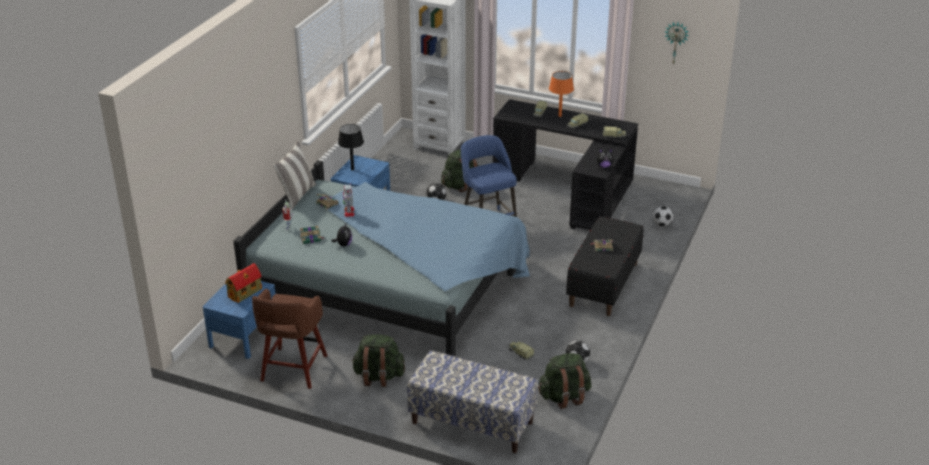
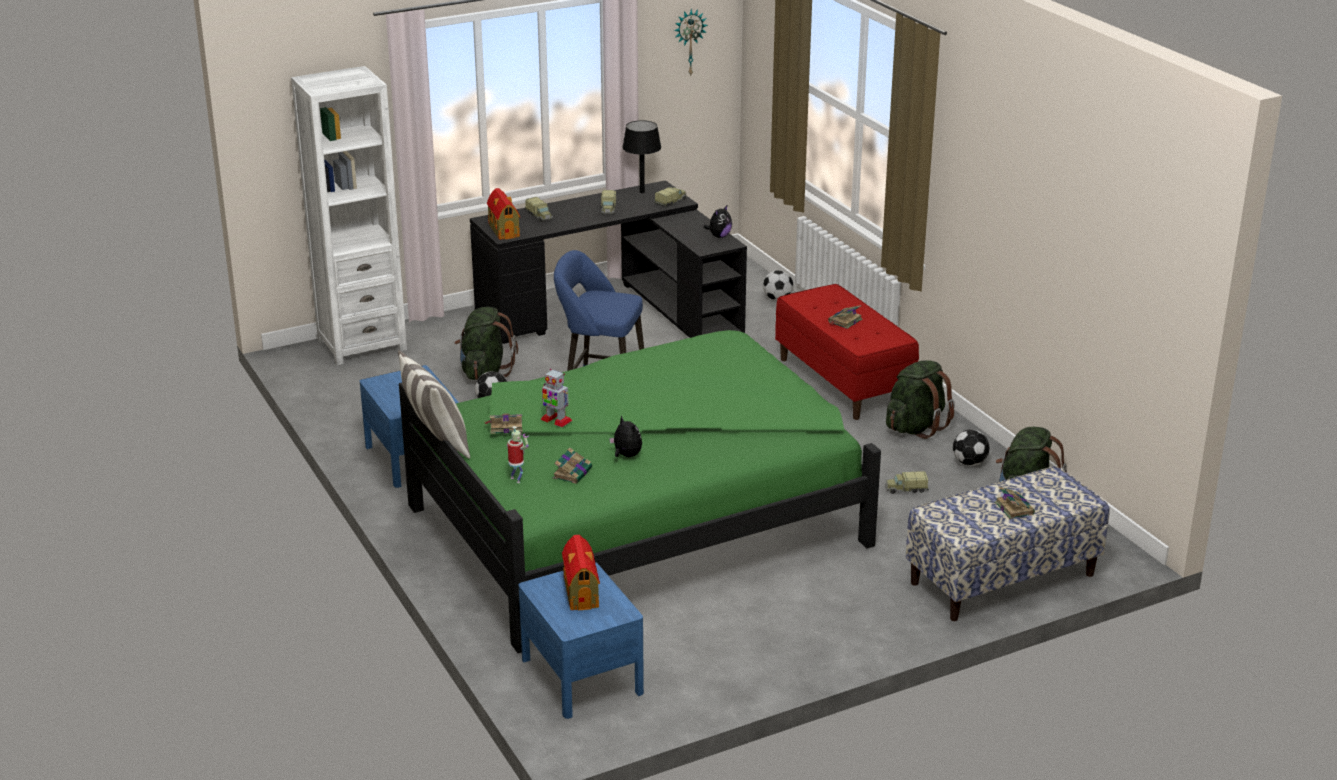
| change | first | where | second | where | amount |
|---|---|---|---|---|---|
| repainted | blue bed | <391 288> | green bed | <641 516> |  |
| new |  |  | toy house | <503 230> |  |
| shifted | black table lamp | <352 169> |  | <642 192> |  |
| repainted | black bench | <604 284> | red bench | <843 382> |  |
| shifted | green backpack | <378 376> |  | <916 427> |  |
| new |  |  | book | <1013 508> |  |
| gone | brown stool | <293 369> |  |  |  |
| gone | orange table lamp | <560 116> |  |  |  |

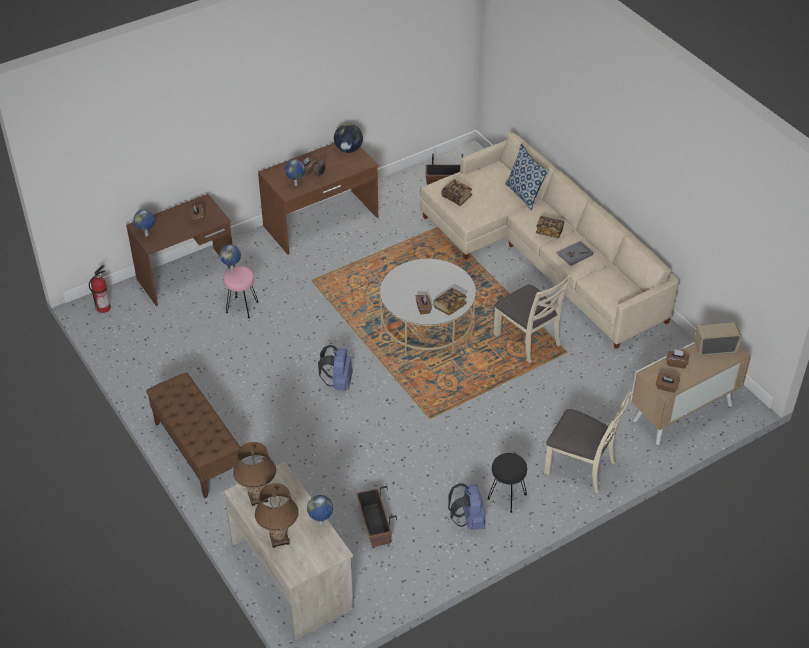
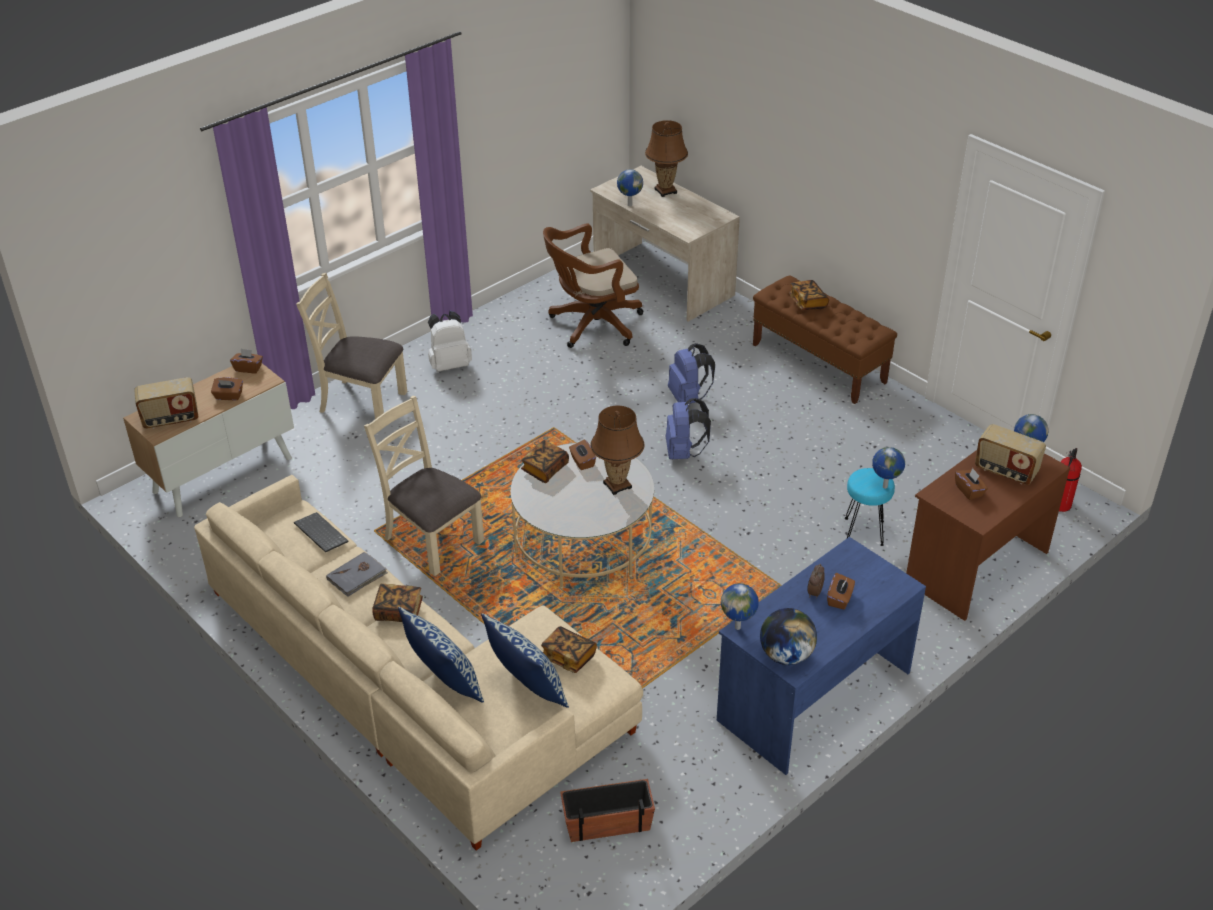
| change | first | where | second | where | amount |
|---|---|---|---|---|---|
| new |  |  | keyboard | <319 533> |  |
| swapped | black stool | <506 497> | white backpack | <450 364> |  |
| new |  |  | pillow | <527 689> |  |
| swapped | planter | <374 525> | brown office chair | <591 325> |  |
| shifted | brown table lamp | <258 497> |  | <617 485> |  |
| shifted | blue backpack | <468 520> |  | <688 398> |  |
| repainted | brown desk | <321 222> | blue desk | <813 695> |  |
| shifted | globe | <295 185> |  | <738 627> |  |
| new |  |  | book | <807 302> |  |
| repainted | pink stool | <242 307> | turquoise stool | <864 531> |  |
| new |  |  | radio | <1005 471> |  |

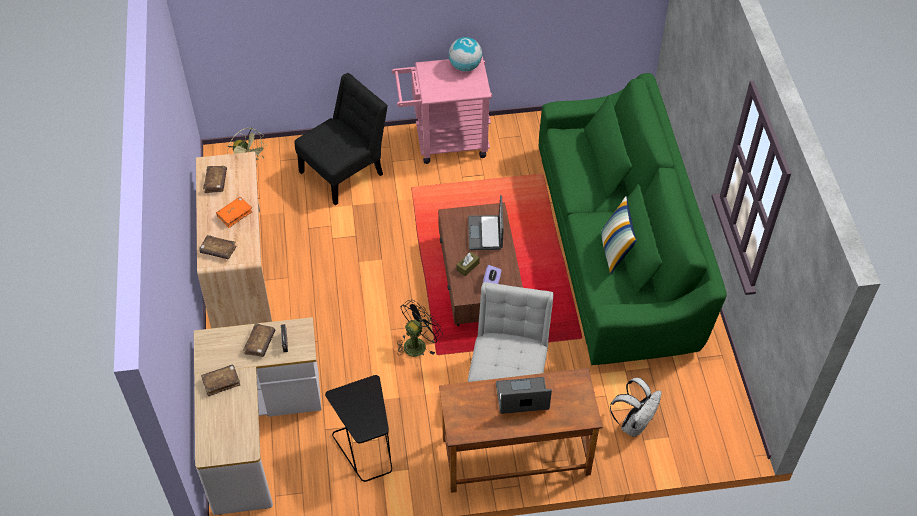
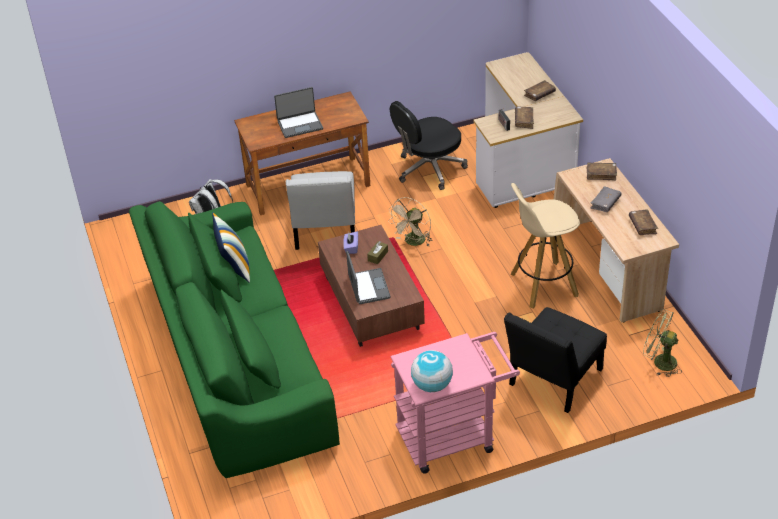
| change | first | where | second | where | amount |
|---|---|---|---|---|---|
| repainted | black fan | <417 343> | beige fan | <413 242> |  |
| swapped | black side table | <366 449> | black office chair | <429 169> |  |
| new |  |  | beige stool | <542 285> |  |
| repainted | orange book | <234 214> | grey book | <605 203> |  |

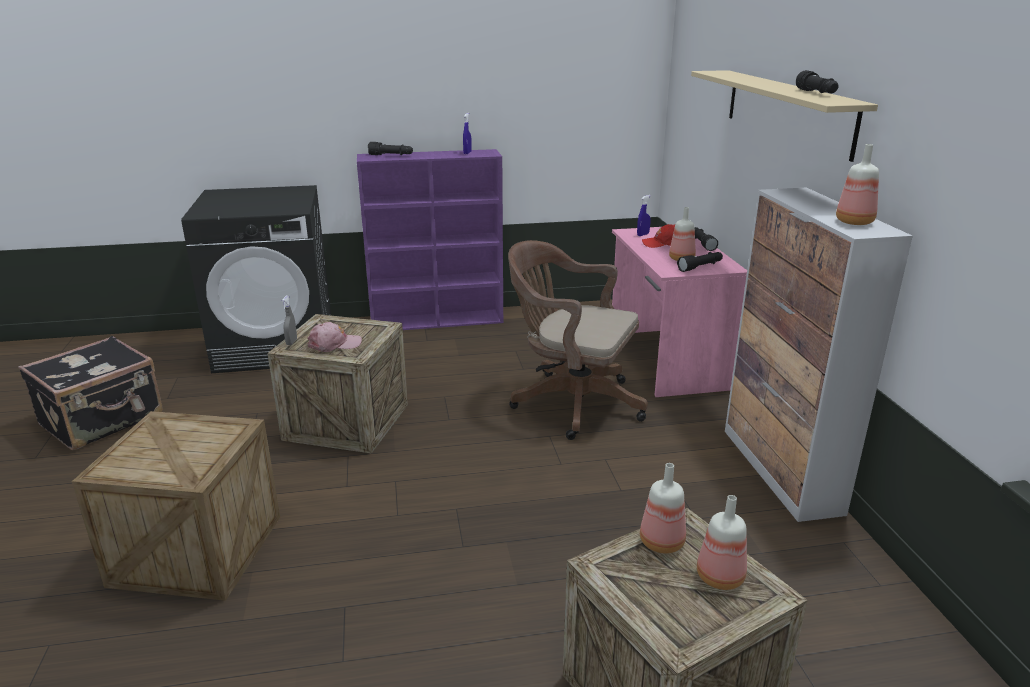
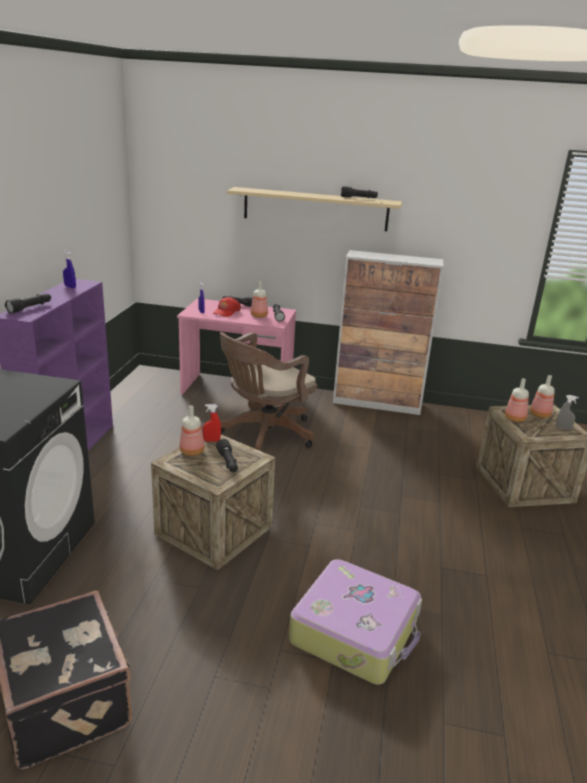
| change | first | where | second | where | amount |
|---|---|---|---|---|---|
| shifted | bottle | <855 222> |  | <192 451> |  |
| new |  |  | red spray bottle | <211 440> |  |
| swapped | pink cap | <334 344> | black flashlight | <228 463> |  |
| swapped | crate | <197 550> | suitcase | <356 631> |  |
| shifted | grey spray bottle | <291 342> |  | <563 428> |  |

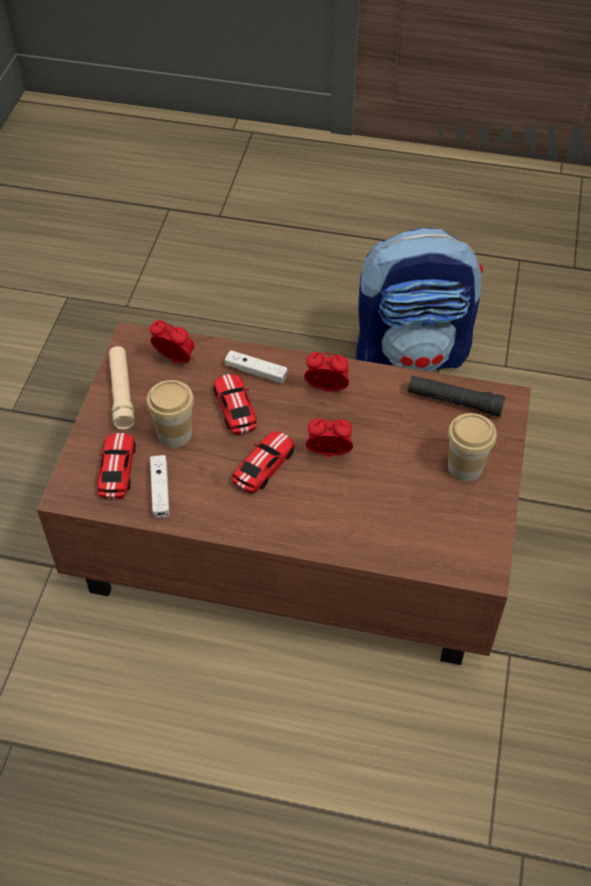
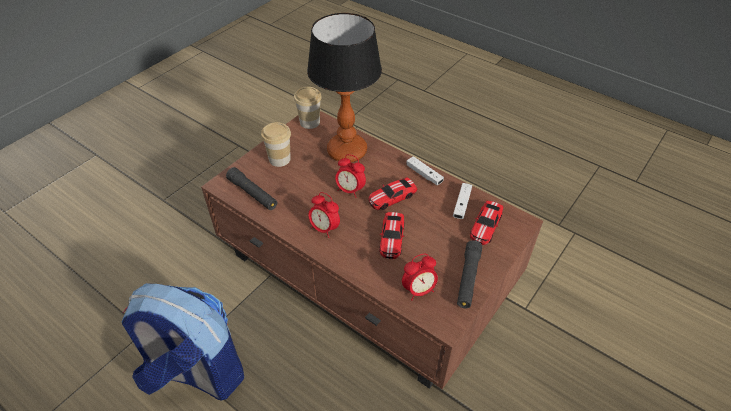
| change | first | where | second | where | amount |
|---|---|---|---|---|---|
| shifted | cup | <174 434> |  | <309 122> |  |
| new |  |  | table lamp | <346 151> |  |
| rotated | alarm clock | <175 361> |  | <419 290> | 75 degrees counterclockwise |
| shifted | white game controller | <256 372> |  | <424 175> |  |
| repainted | beige flashlight | <121 393> | black flashlight | <468 278> |  |

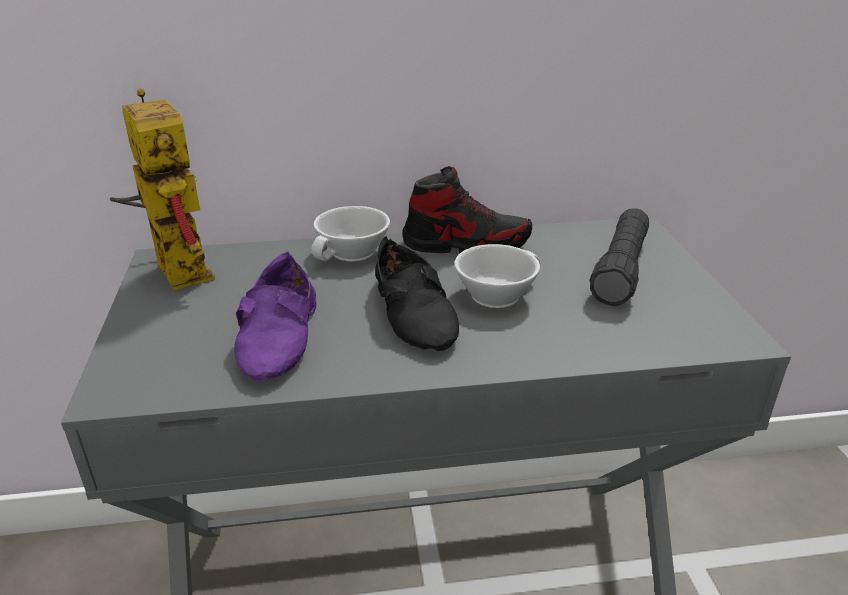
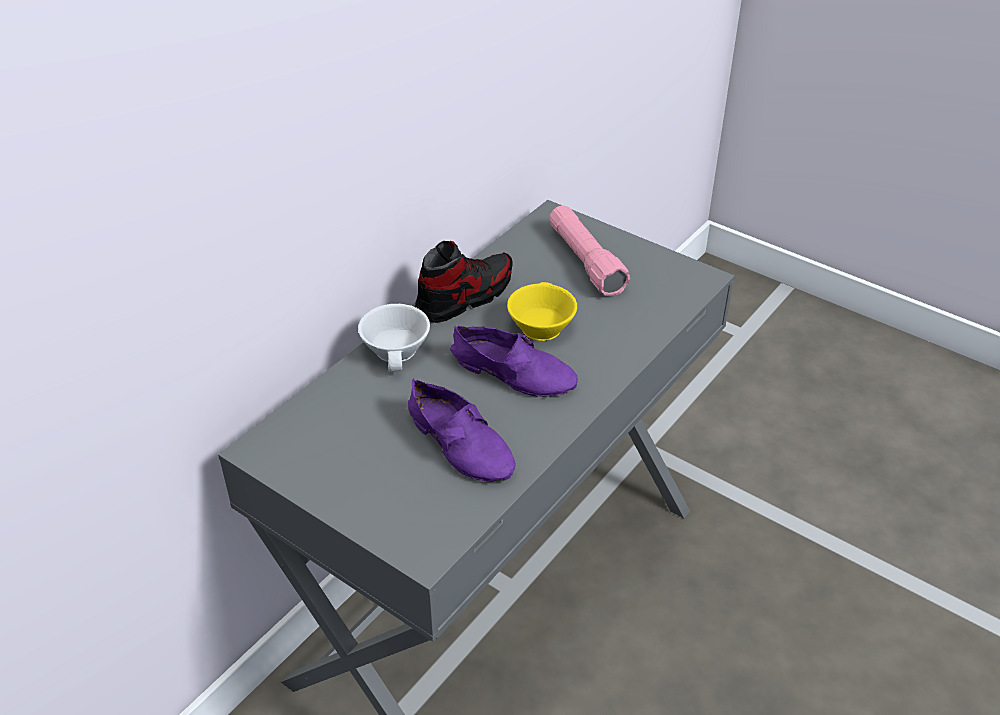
| change | first | where | second | where | amount |
|---|---|---|---|---|---|
| repainted | black shoe | <416 312> | purple shoe | <514 371> |  |
| repainted | white cup | <495 292> | yellow cup | <539 326> |  |
| repainted | black flashlight | <620 270> | pink flashlight | <585 261> |  |
| gone | toy robot | <174 267> |  |  |  |

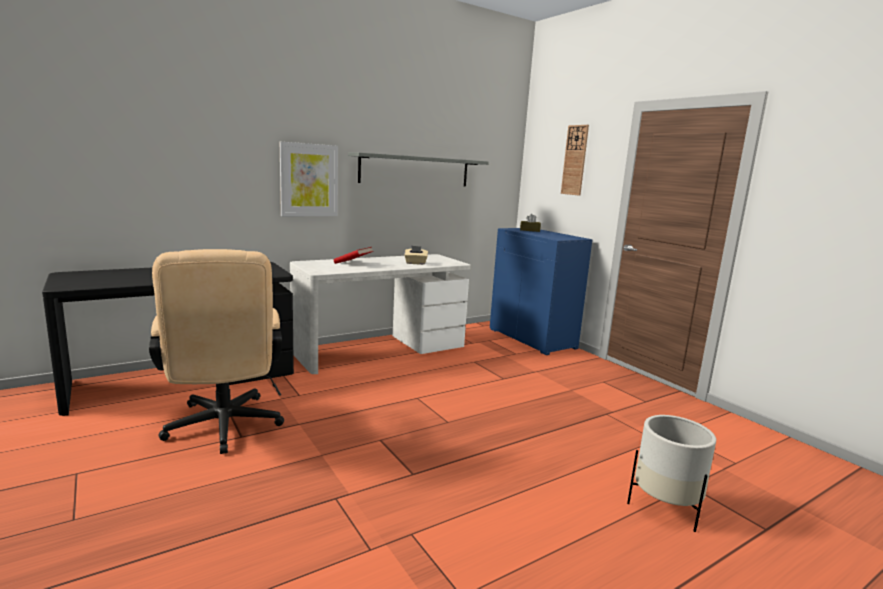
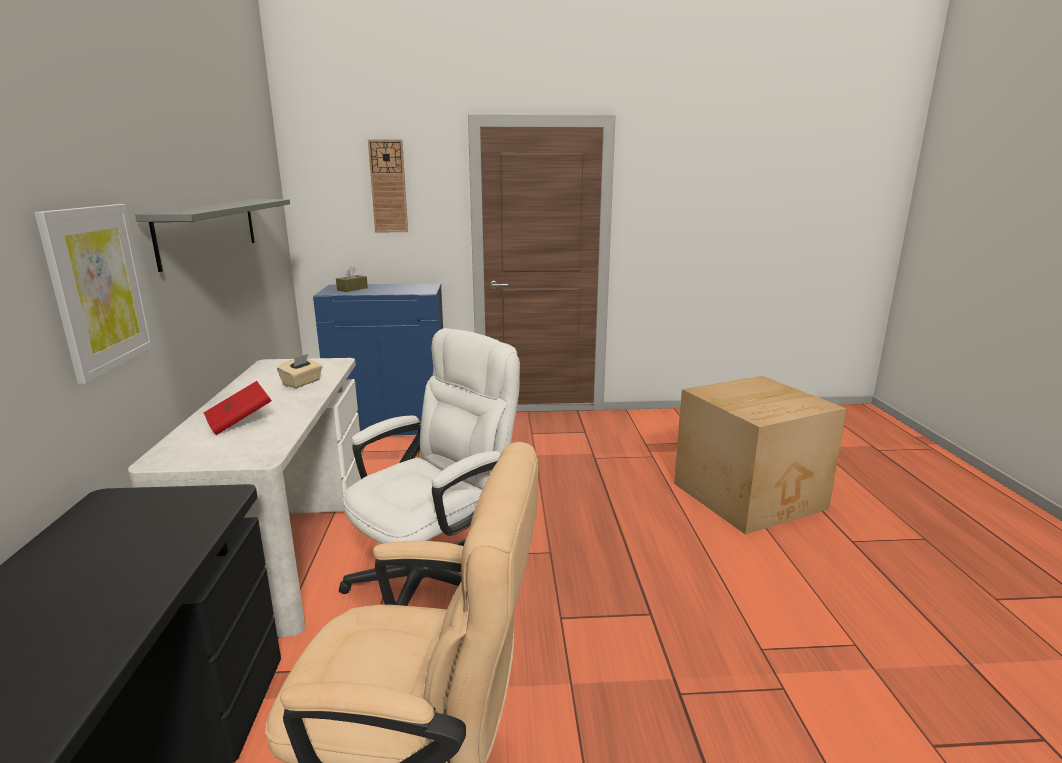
| change | first | where | second | where | amount |
|---|---|---|---|---|---|
| new |  |  | white office chair | <435 574> |  |
| swapped | white planter | <665 508> | cardboard box | <750 496> |  |

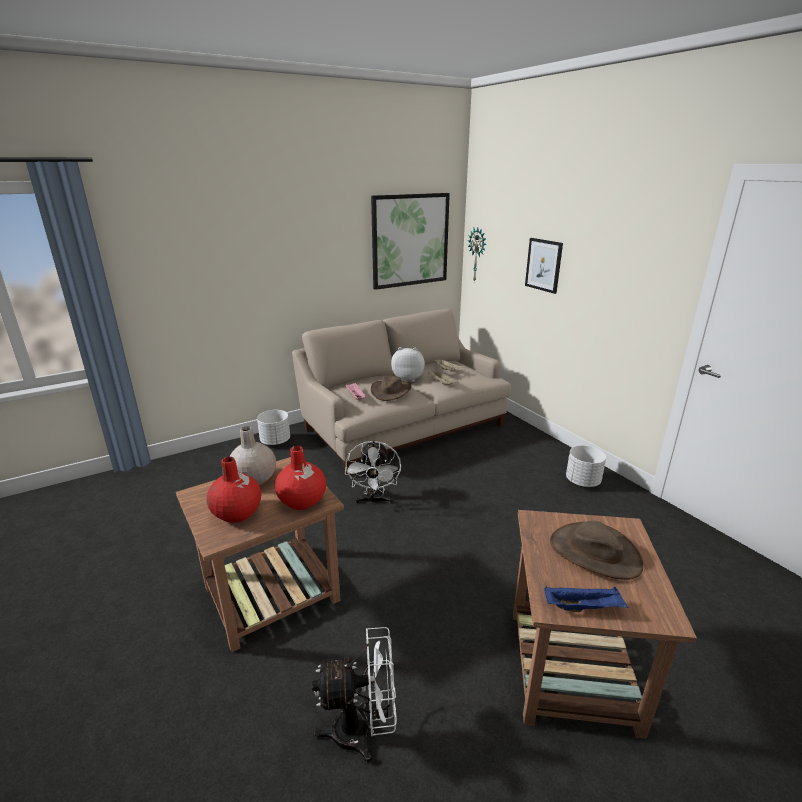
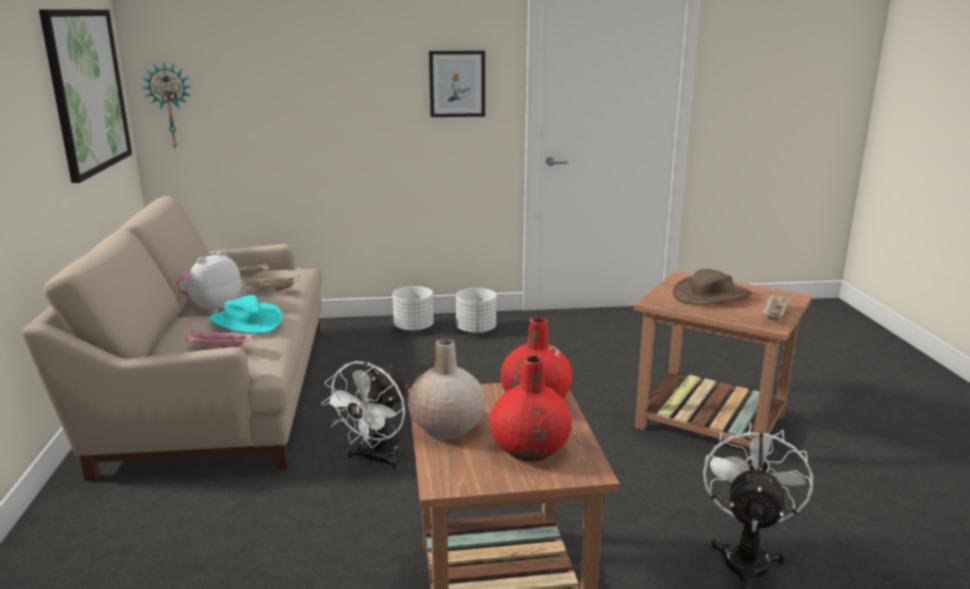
| change | first | where | second | where | amount |
|---|---|---|---|---|---|
| repainted | brown hat | <390 391> | turquoise hat | <246 321> |  |
| rotated | white fan | <374 500> |  | <375 460> | 90 degrees clockwise |
| shifted | white planter | <275 441> |  | <414 328> |  |
| shifted | picture | <543 265> |  | <457 84> |  |
| repainted | blue tray | <583 607> | beige tray | <774 315> |  |

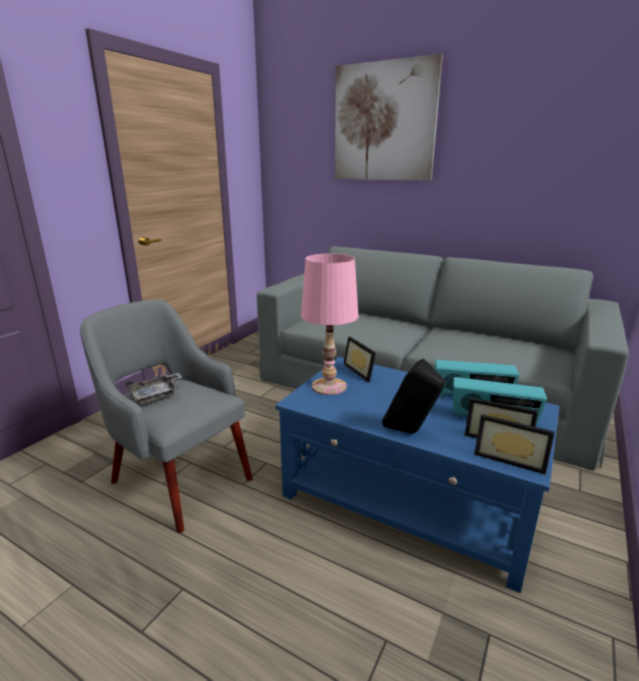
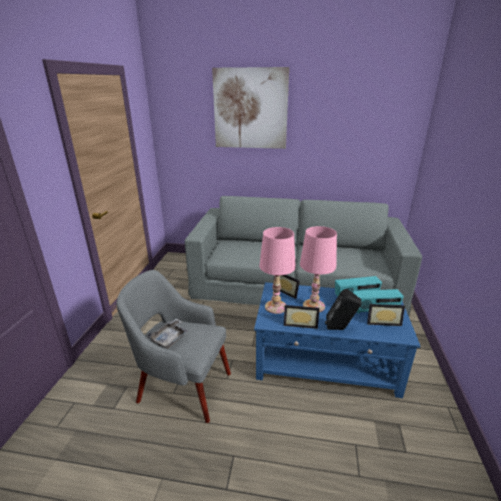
| change | first | where | second | where | amount |
|---|---|---|---|---|---|
| shifted | picture frame | <510 458> |  | <300 323> |  |
| new |  |  | pink table lamp | <314 306> |  |

